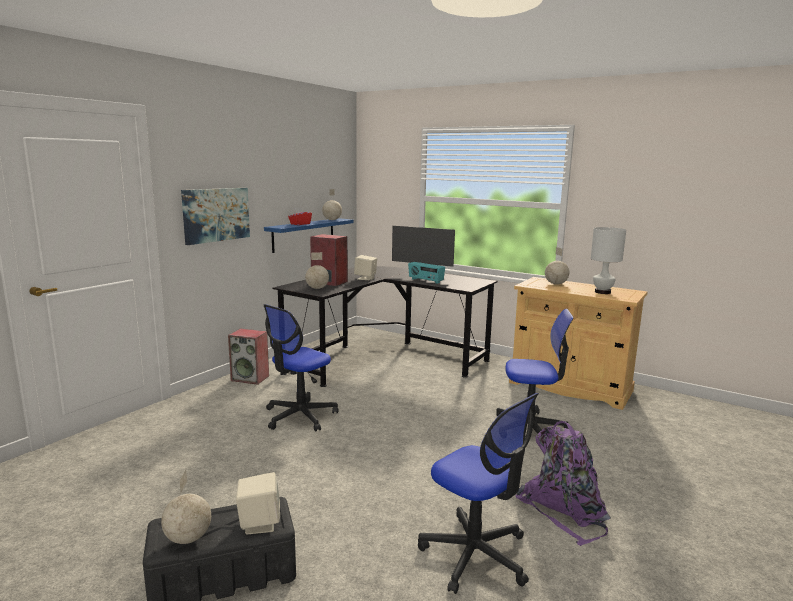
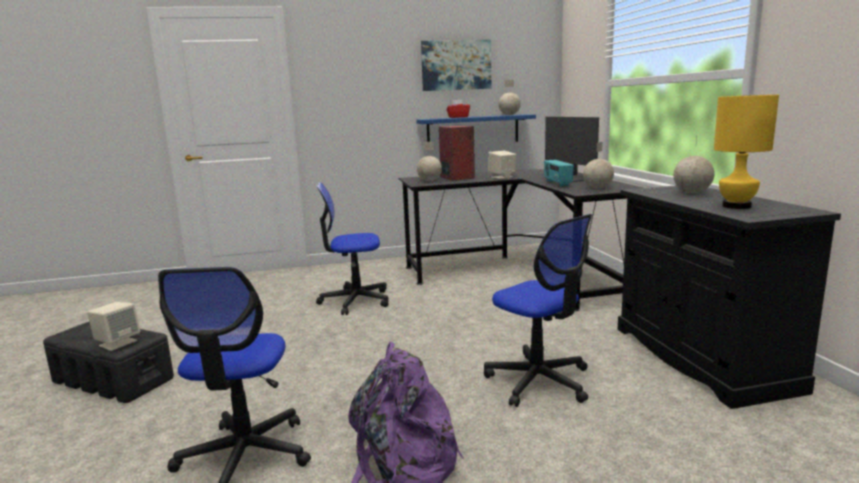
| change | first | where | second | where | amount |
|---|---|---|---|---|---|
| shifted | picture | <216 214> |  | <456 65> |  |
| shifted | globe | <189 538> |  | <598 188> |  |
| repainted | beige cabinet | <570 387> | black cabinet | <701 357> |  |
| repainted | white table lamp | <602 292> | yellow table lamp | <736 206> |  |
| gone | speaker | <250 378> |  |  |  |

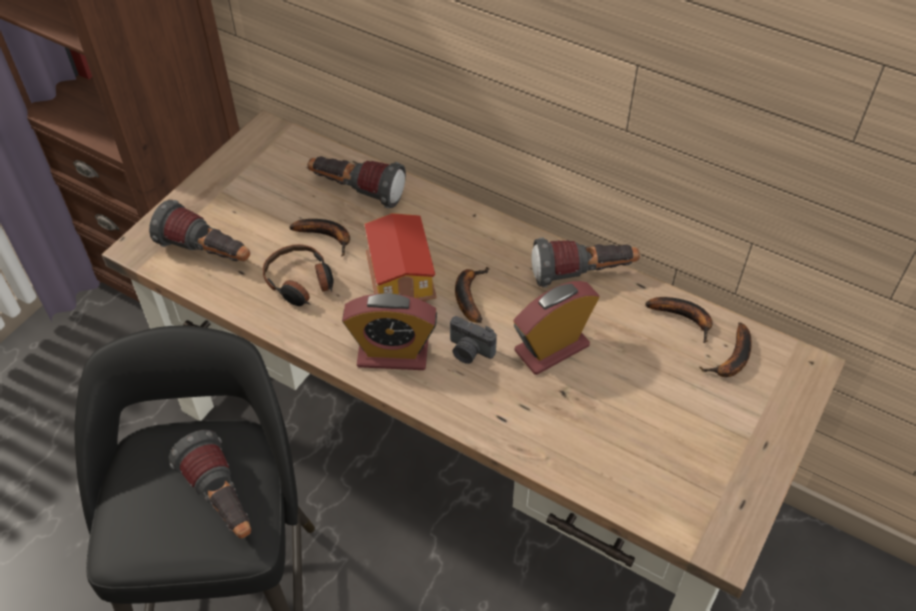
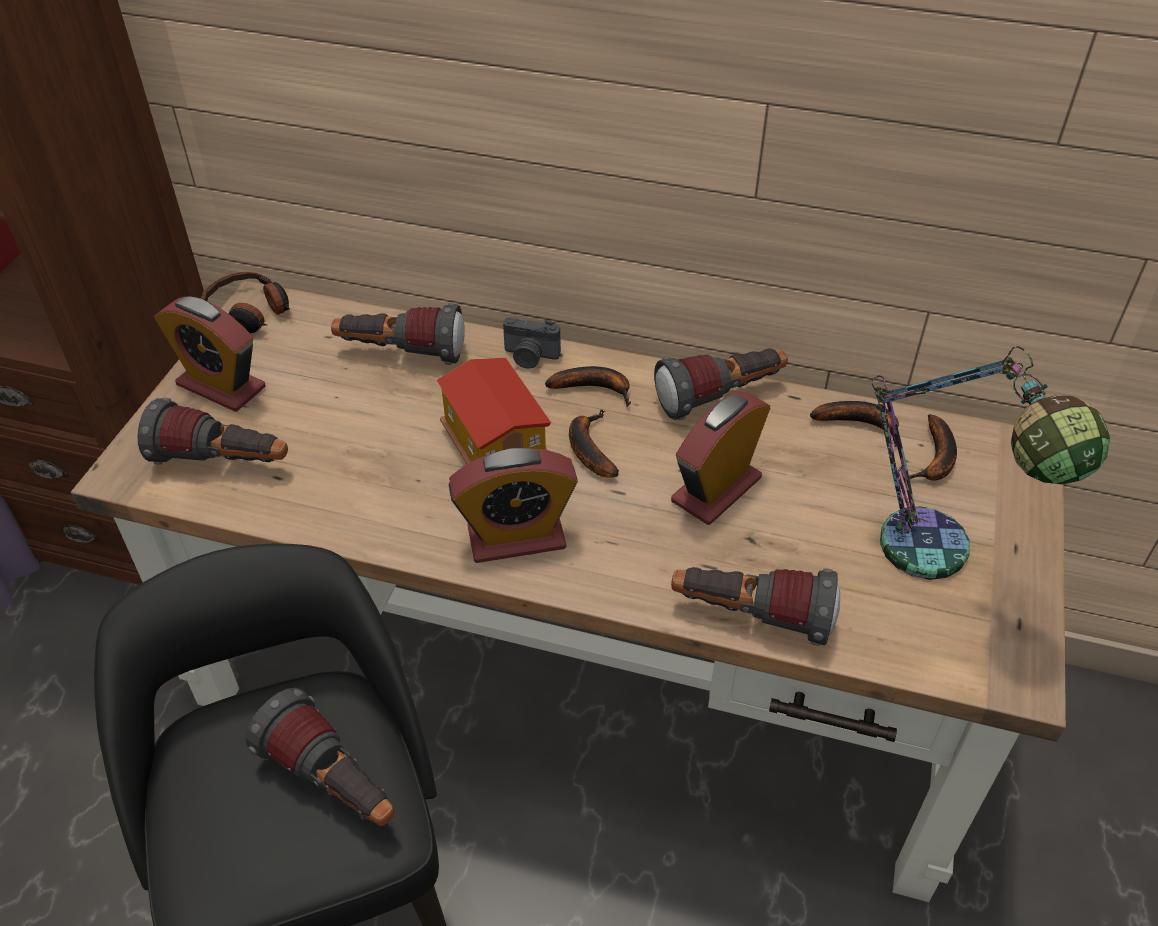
| change | first | where | second | where | amount |
|---|---|---|---|---|---|
| new |  |  | alarm clock | <221 386> |  |
| shifted | headphones | <300 283> |  | <249 312> |  |
| shifted | photo camera | <469 351> |  | <530 357> |  |
| shifted | banana | <327 237> |  | <595 388> |  |
| new |  |  | flashlight | <750 617> |  |
| new |  |  | table lamp | <939 565> |  |

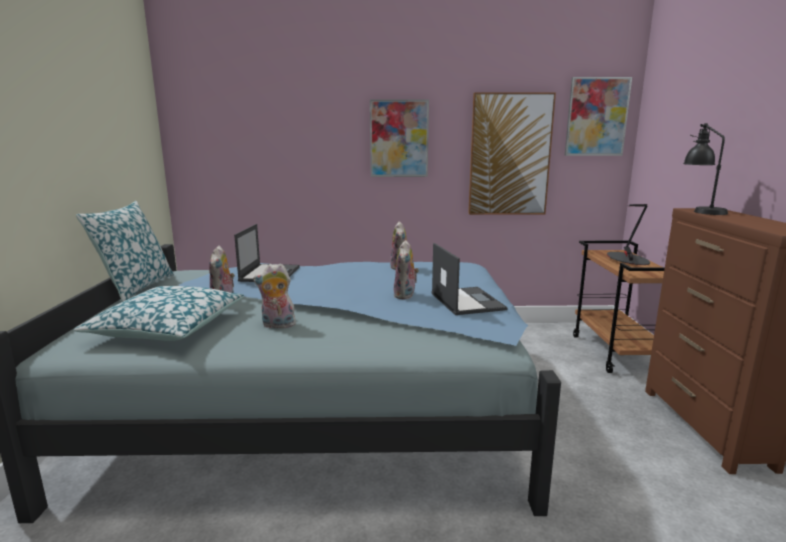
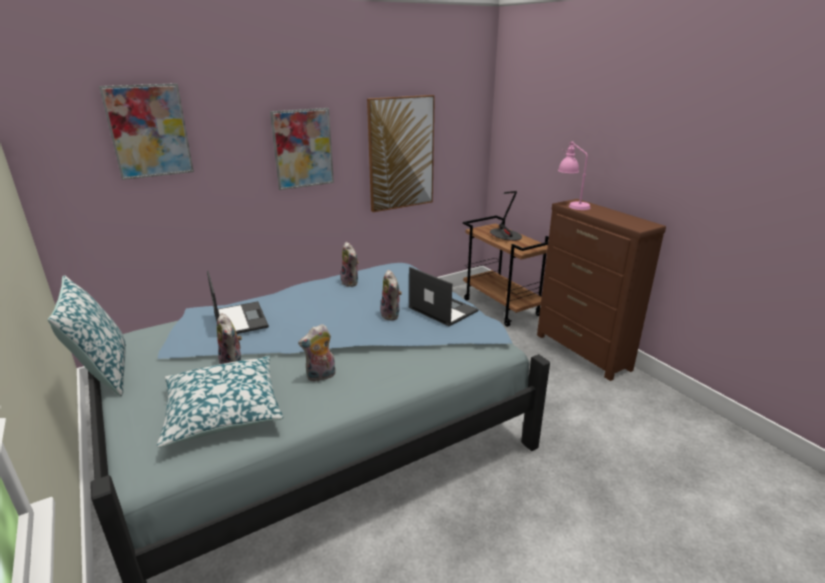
| change | first | where | second | where | amount |
|---|---|---|---|---|---|
| shifted | picture | <596 117> |  | <149 131> |  |
| repainted | black table lamp | <700 210> | pink table lamp | <571 205> |  |

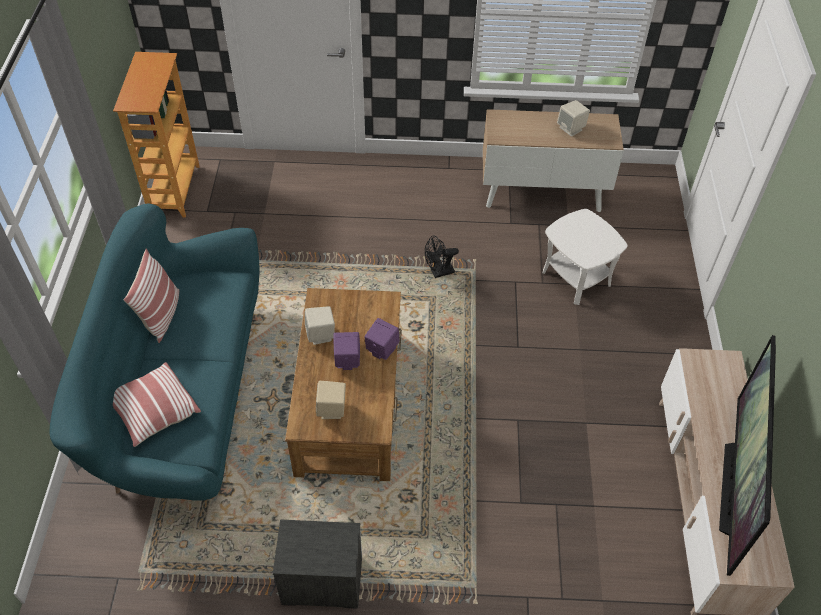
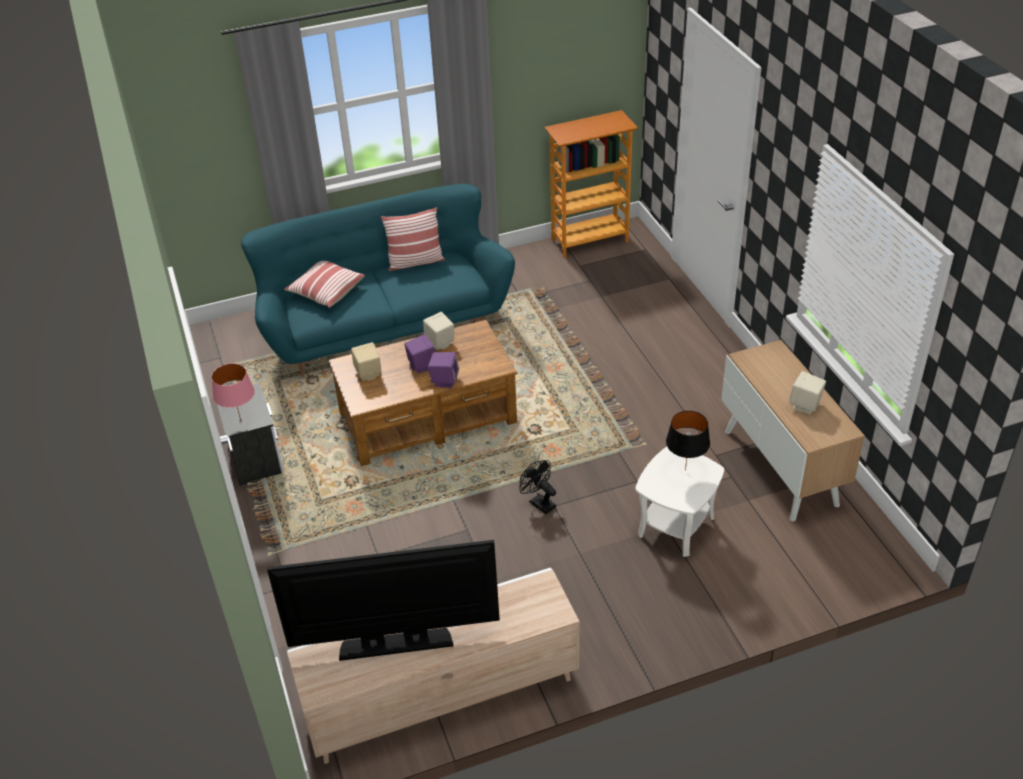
| change | first | where | second | where | amount |
|---|---|---|---|---|---|
| new |  |  | pink table lamp | <240 420> |  |
| shifted | black fan | <439 272> |  | <539 502> |  |
| new |  |  | black table lamp | <685 470> |  |

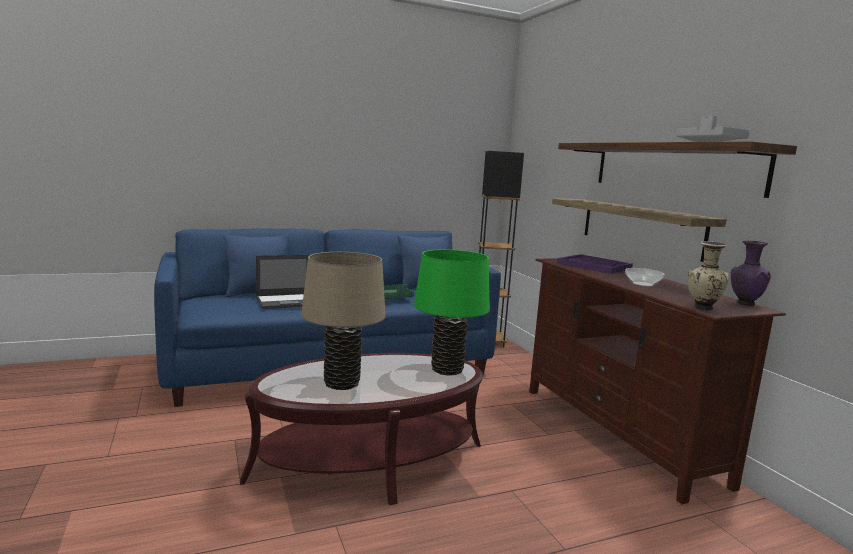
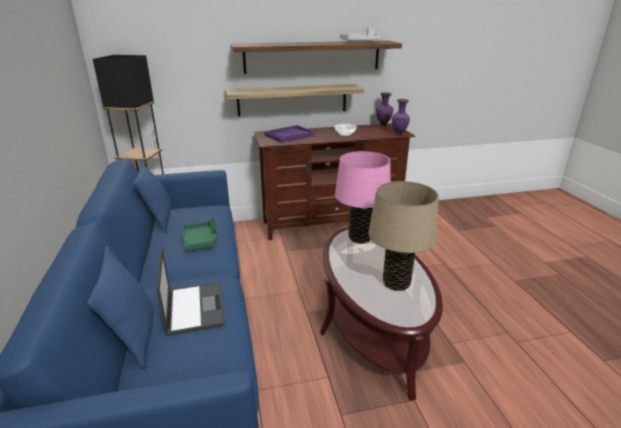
| change | first | where | second | where | amount |
|---|---|---|---|---|---|
| repainted | green table lamp | <447 370> | pink table lamp | <360 238> |  |
| repainted | beige vase | <702 309> | purple vase | <399 134> |  |

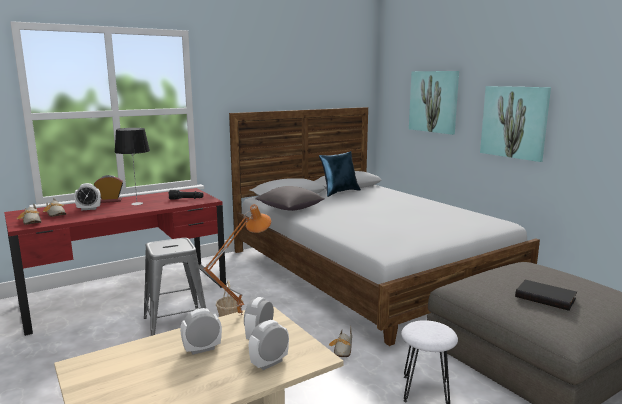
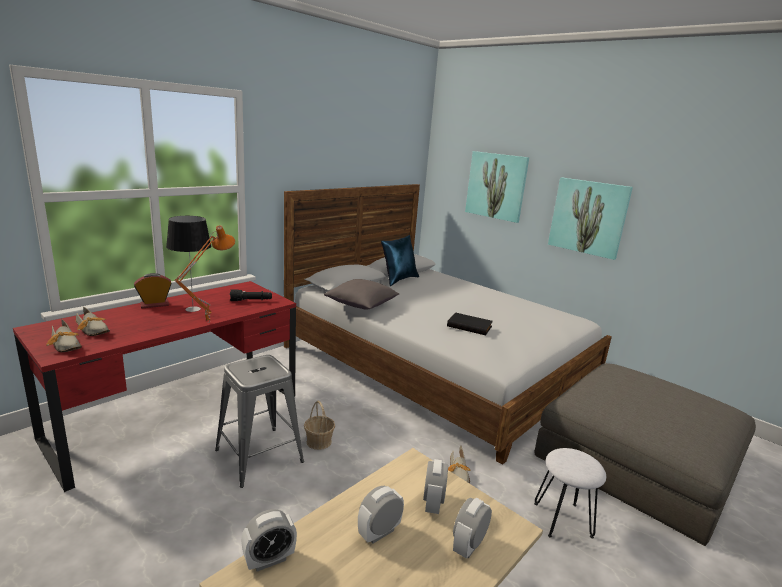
| change | first | where | second | where | amount |
|---|---|---|---|---|---|
| shifted | orange table lamp | <239 314> |  | <207 322> |  |
| shifted | alarm clock | <89 209> |  | <269 560> |  |
| shifted | black book | <546 297> |  | <470 326> |  |

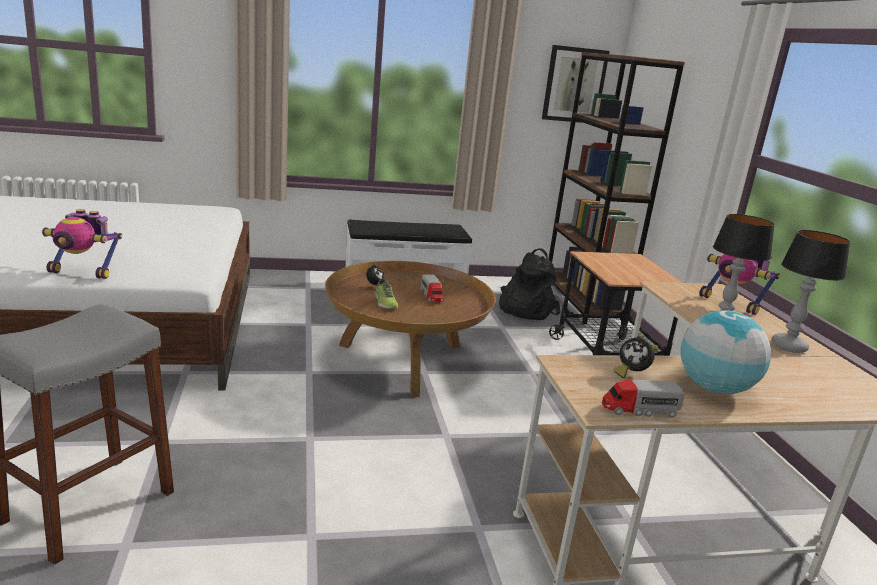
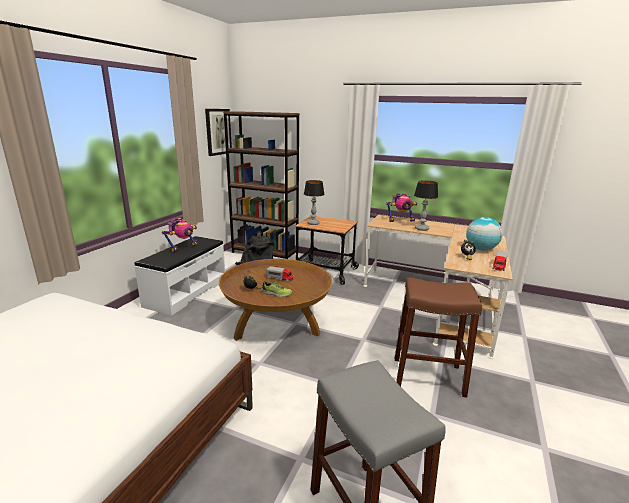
| change | first | where | second | where | amount |
|---|---|---|---|---|---|
| shifted | toy robot | <83 272> |  | <183 247> |  |
| shifted | table lamp | <789 347> |  | <313 223> |  |
| new |  |  | brown stool | <428 376> |  |

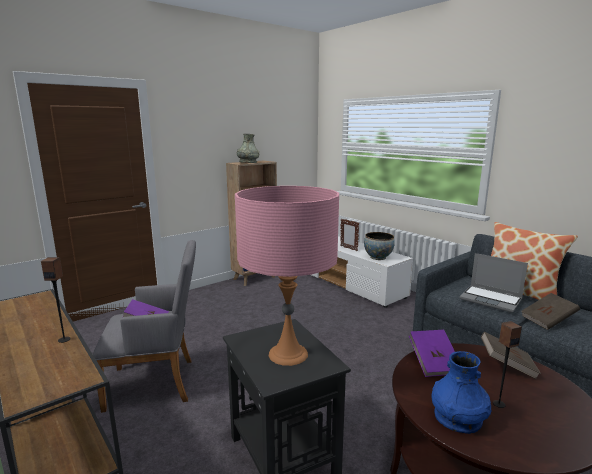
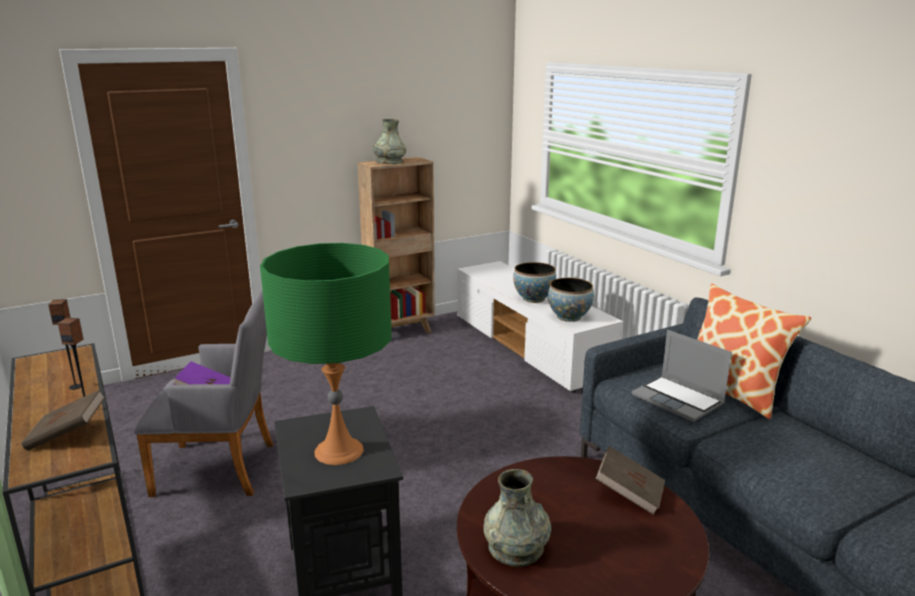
| change | first | where | second | where | amount |
|---|---|---|---|---|---|
| shifted | brown book | <548 320> |  | <68 435> |  |
| shifted | speaker | <498 404> |  | <75 386> |  |
| repainted | pink table lamp | <288 354> | green table lamp | <339 451> |  |
| repainted | blue vase | <458 417> | grey vase | <516 547> |  |
| swapped | picture frame | <348 248> | bowl | <533 299> |  |
| gone | purple book | <434 363> |  |  |  |

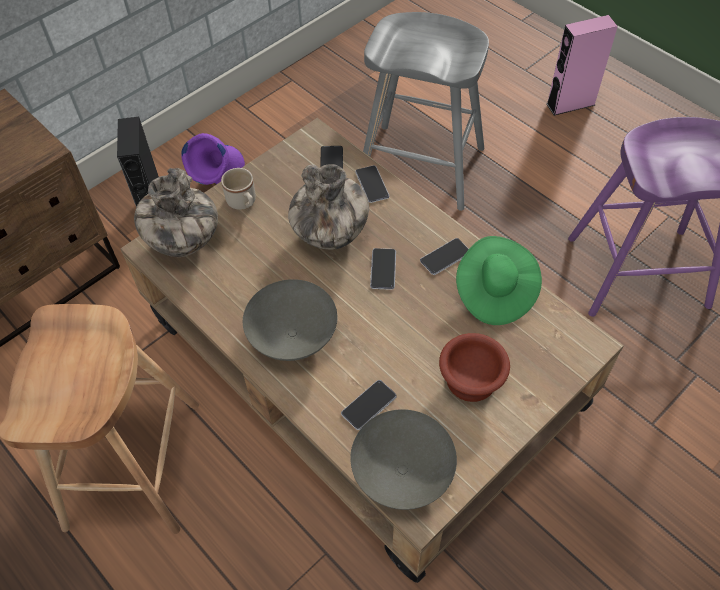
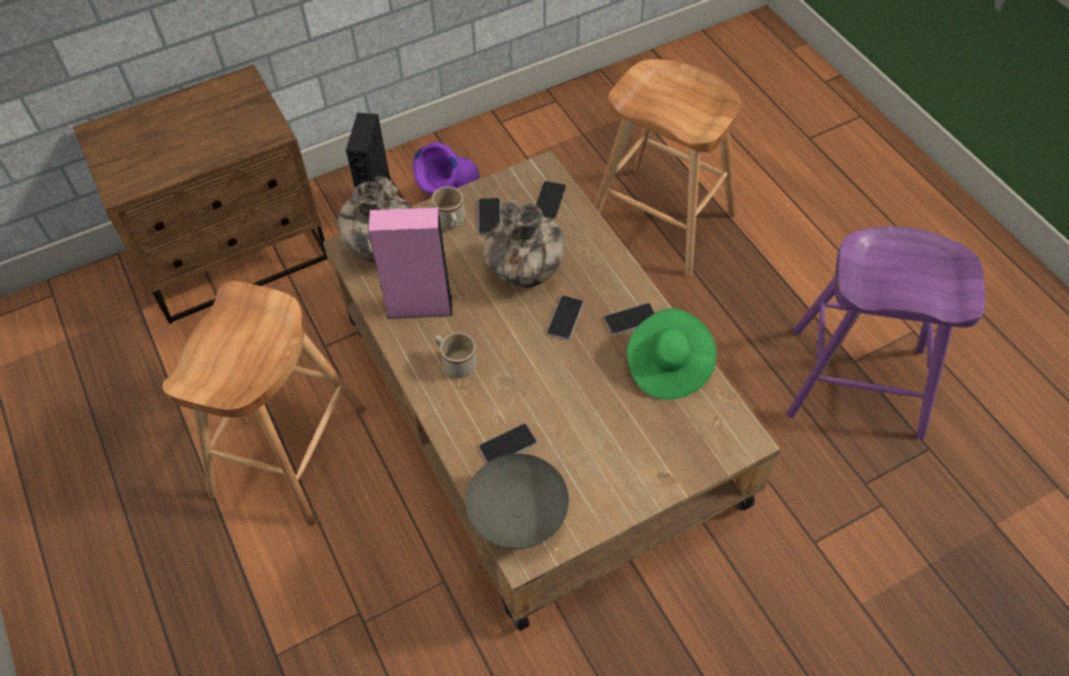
| change | first | where | second | where | amount |
|---|---|---|---|---|---|
| shifted | pink speaker | <570 104> |  | <419 307> |  |
| swapped | grey bowl | <291 336> | beige mug | <456 362> |  |
| shifted | phone | <372 184> |  | <489 217> |  |
| repainted | grey stool | <420 166> | brown stool | <660 220> |  |
| gone | brown bowl | <470 378> |  |  |  |

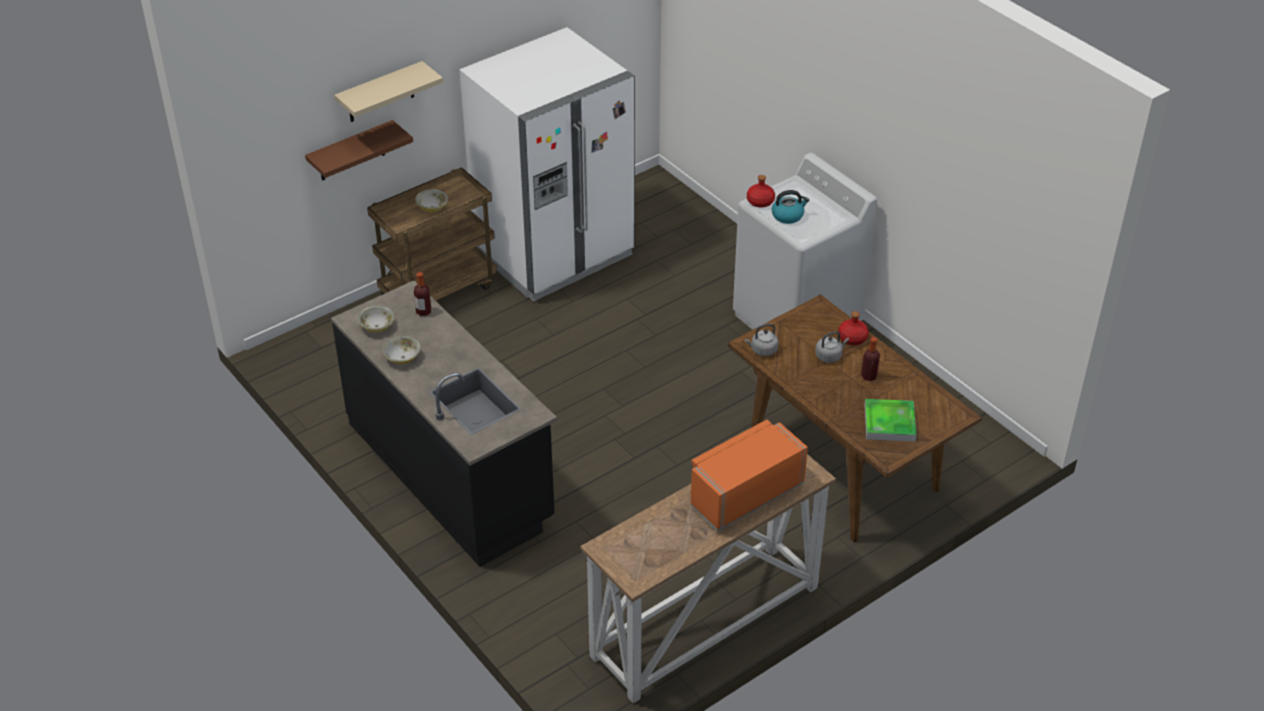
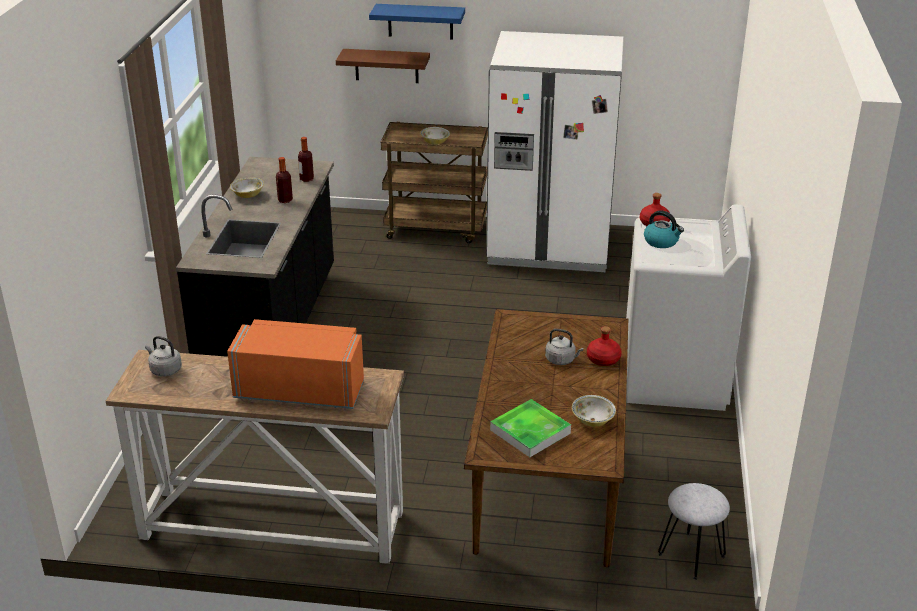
| change | first | where | second | where | amount |
|---|---|---|---|---|---|
| shifted | grey kettle | <762 350> |  | <164 370> |  |
| shifted | bottle | <869 376> |  | <285 200> |  |
| repainted | beige shelf | <380 93> | blue shelf | <420 21> |  |
| shifted | bowl | <377 327> |  | <592 420> |  |
| new |  |  | grey stool | <691 555> |  |

